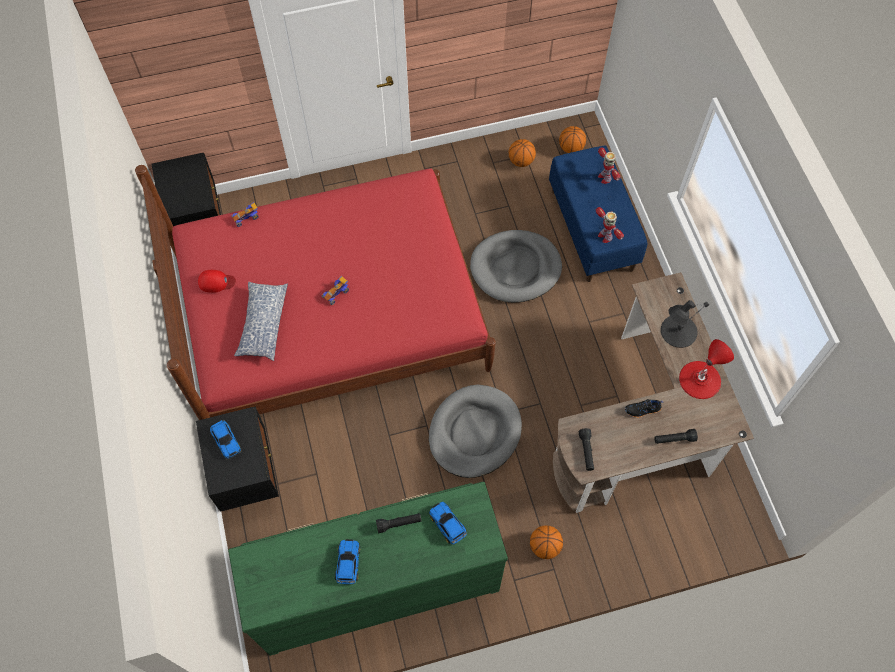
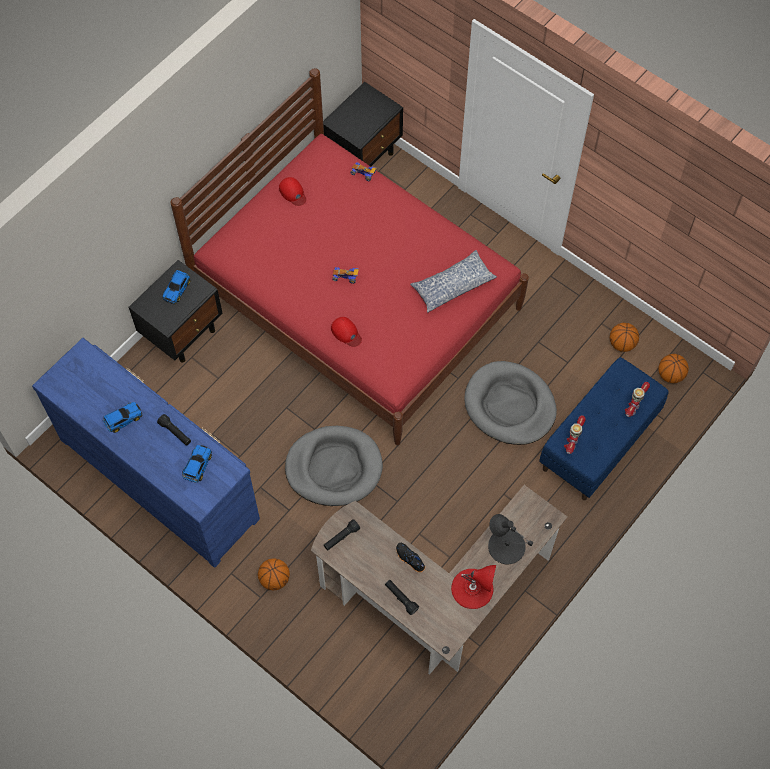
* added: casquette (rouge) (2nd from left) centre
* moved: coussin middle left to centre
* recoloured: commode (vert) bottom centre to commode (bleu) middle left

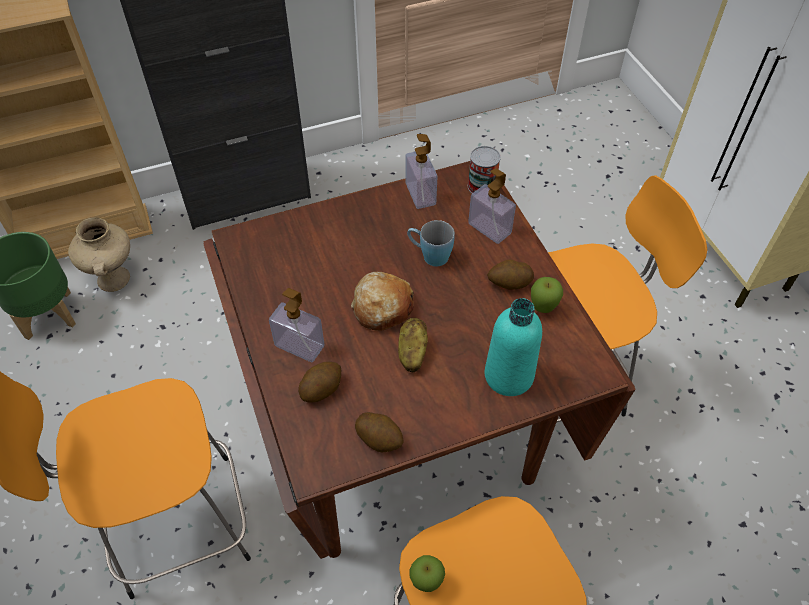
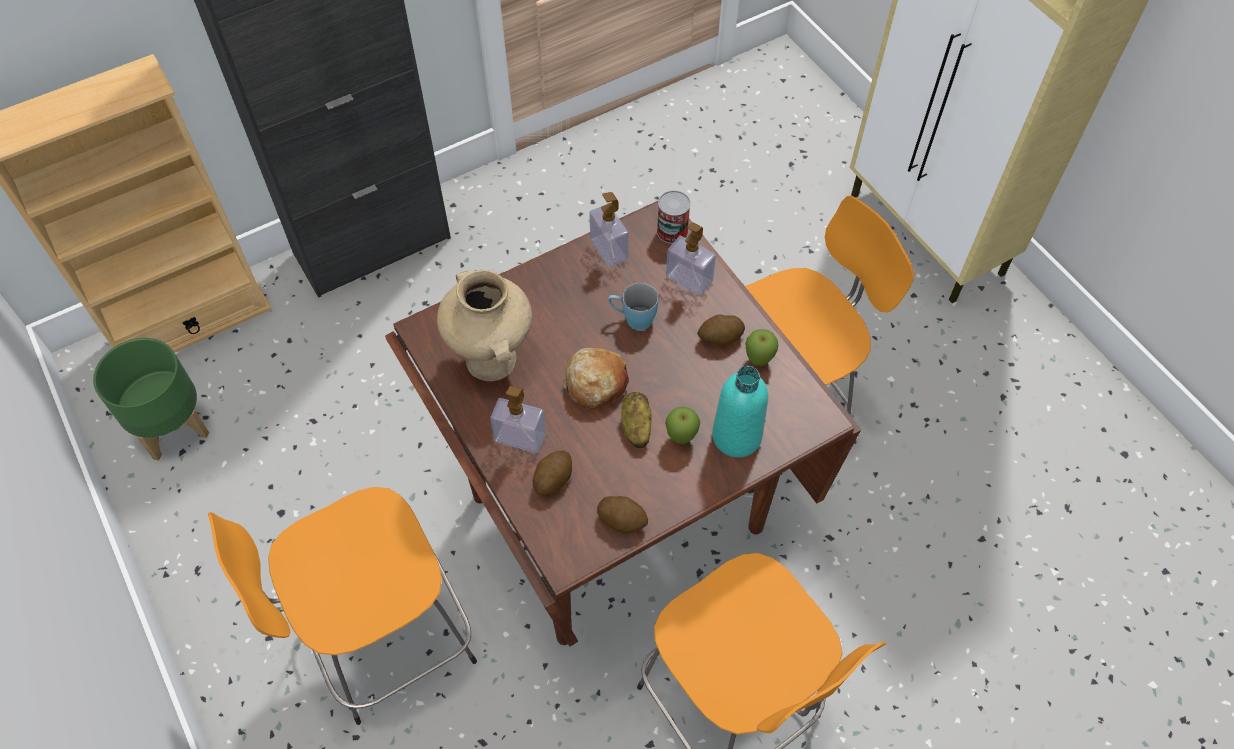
* moved: vase (beige) middle left to centre
* moved: pomme (1st from left) bottom centre to centre

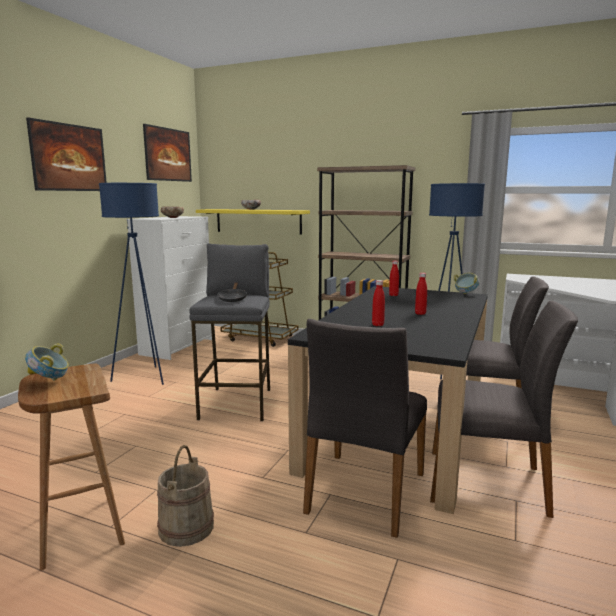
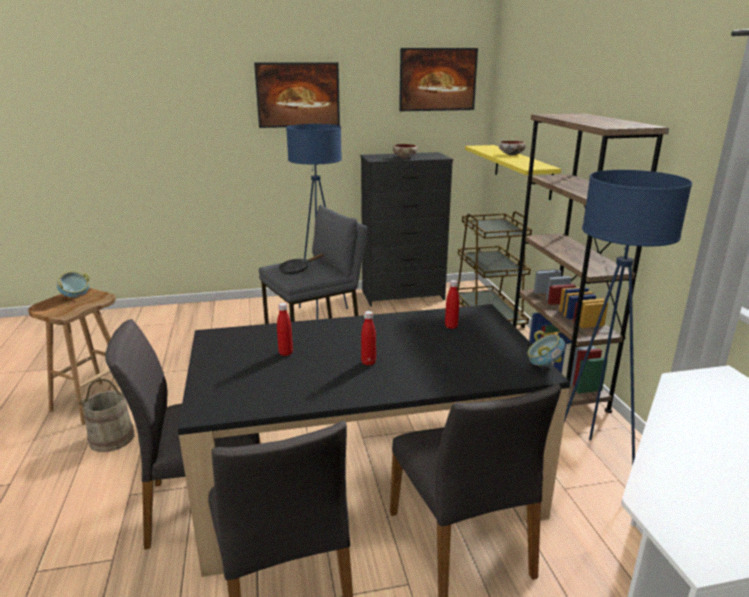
* recoloured: commode (blanc) middle left to commode (noir) centre

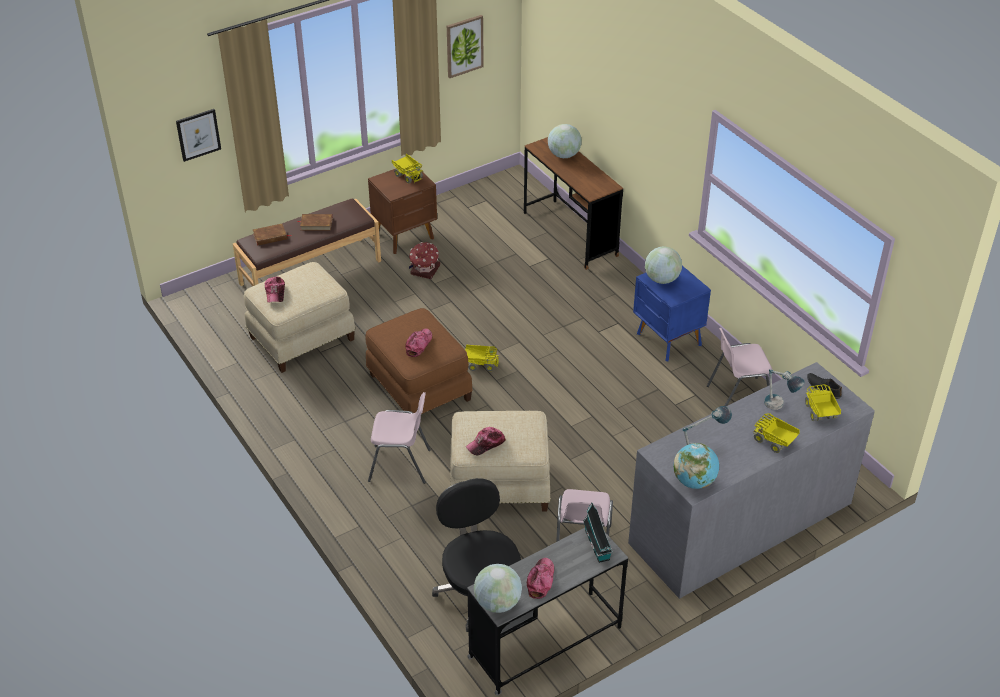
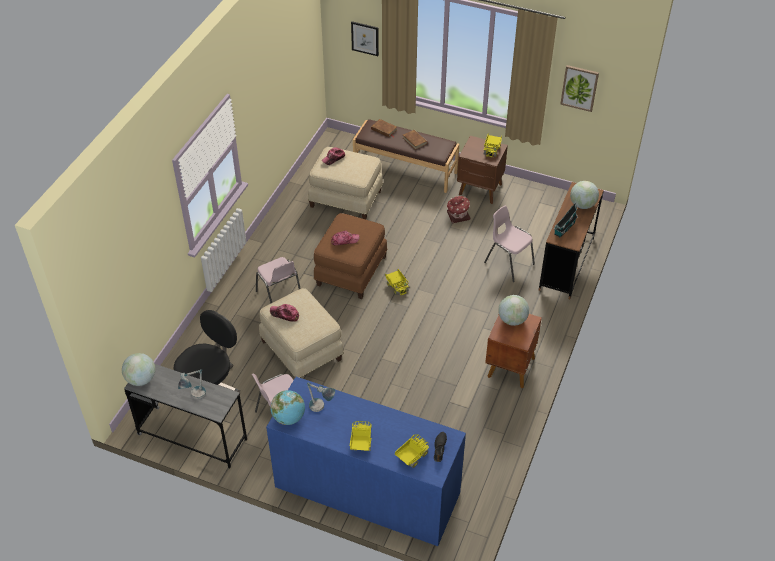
* removed: casquette (4th from left) bottom centre
* moved: maison miniature (2nd from left) bottom centre to middle right
* moved: chaise (rose) (3rd from left) middle right to centre
* moved: lampe de table (2nd from left in the first image) middle right to lampe de table (1st from left) bottom left
* recoloured: commode (gris) bottom right to commode (bleu) bottom centre
* recoloured: table de chevet (bleu) middle right to table de chevet (marron) (2nd from left) centre

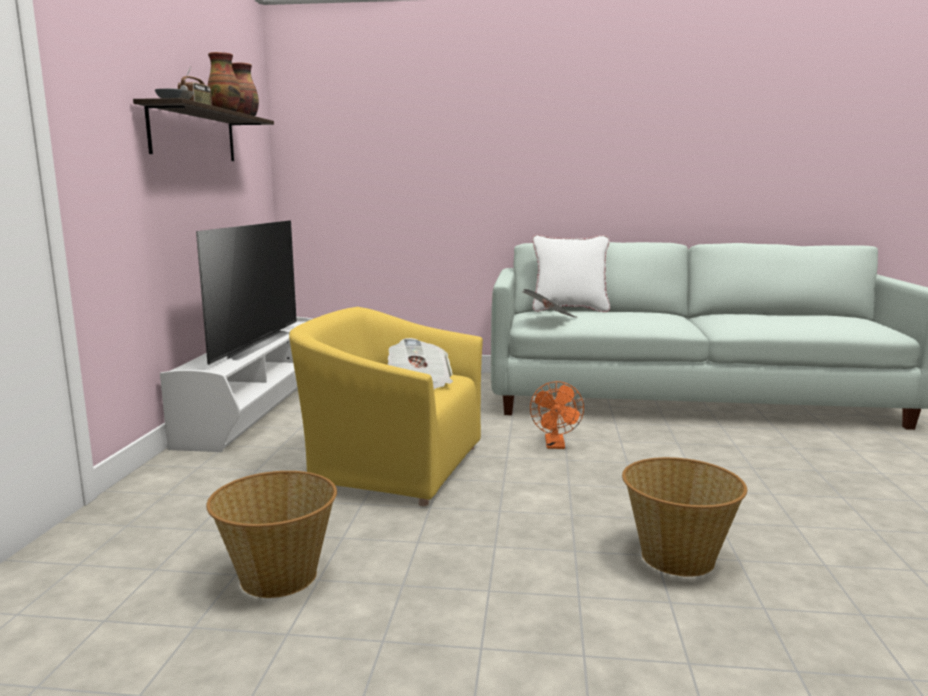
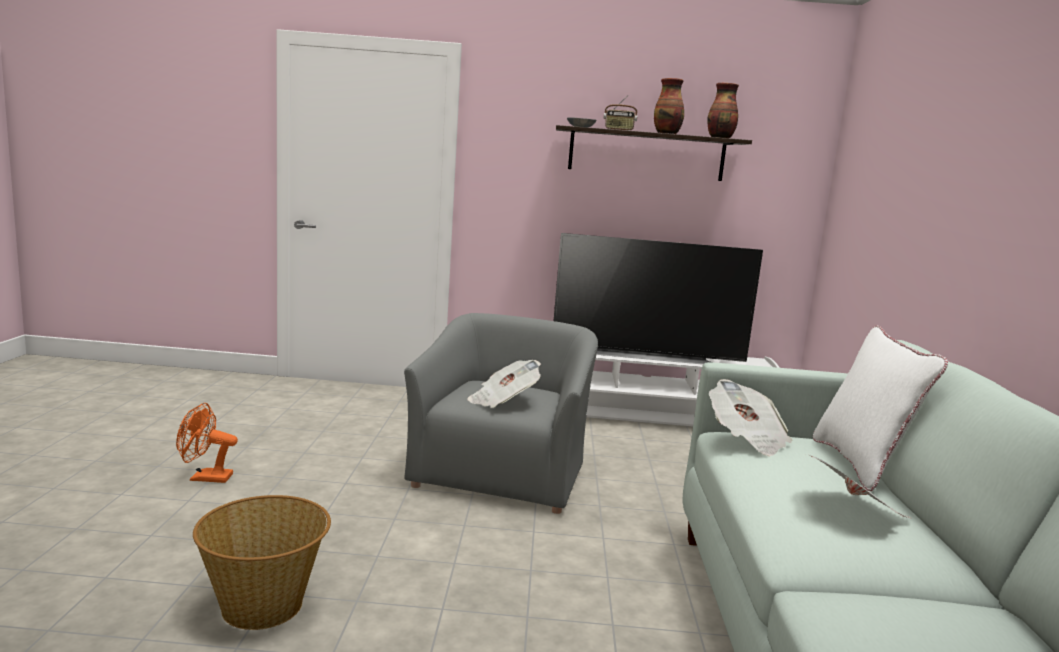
* removed: panier (1st from left) bottom left
* added: journal (3rd from left) bottom right
* moved: ventilateur (orange) centre to bottom left
* recoloured: fauteuil (jaune) centre to fauteuil (gris) centre

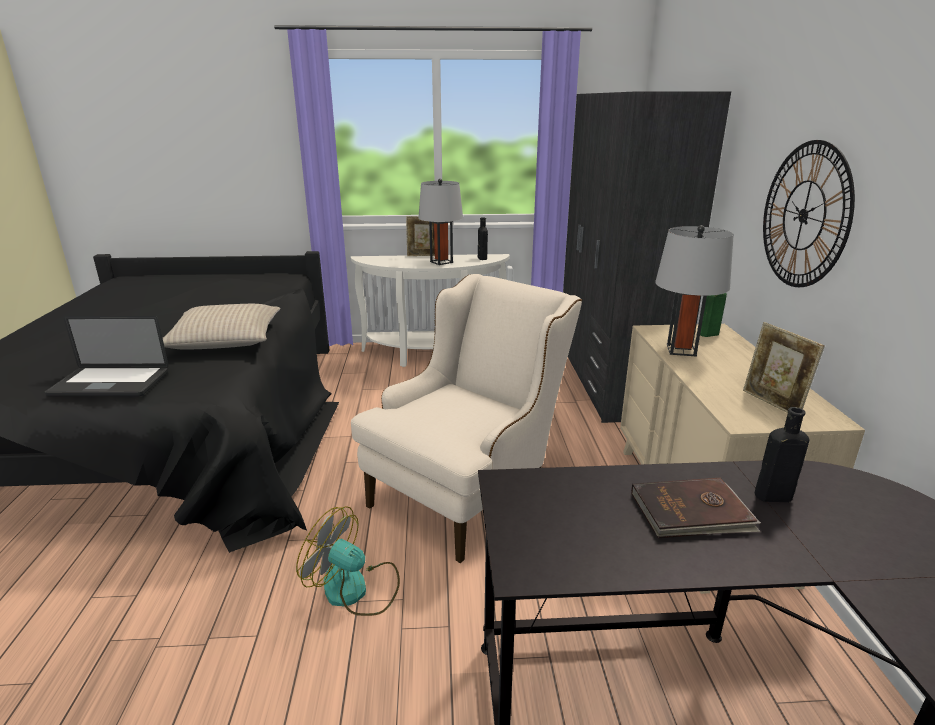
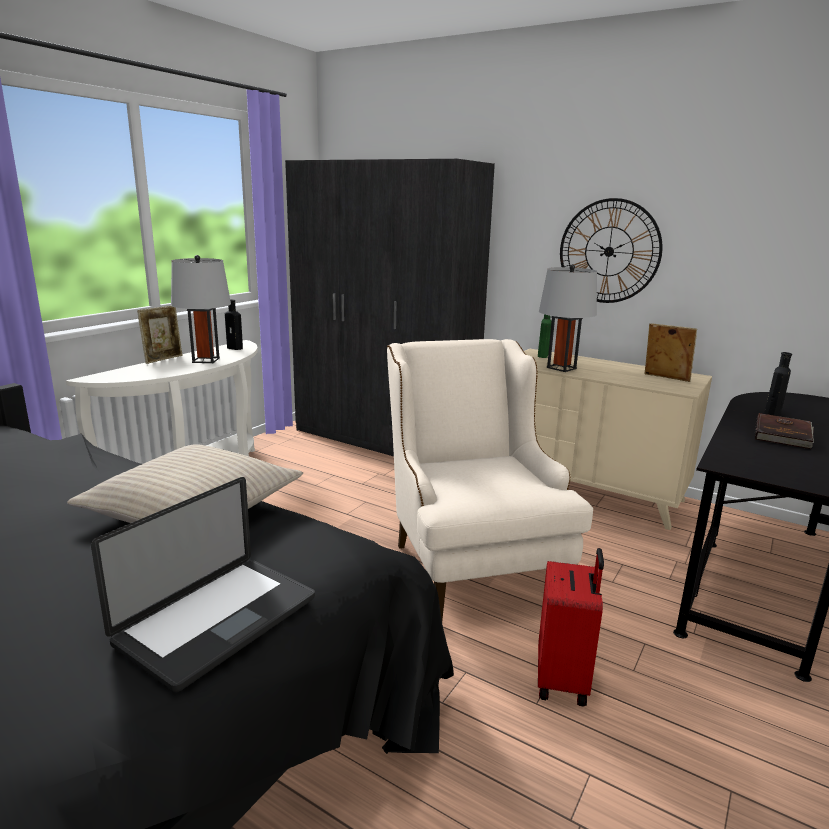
* replaced: ventilateur bottom centre to valise (rouge) bottom right
* turned: cadre photo (2nd from left) middle right = middle right 150 degrees counterclockwise

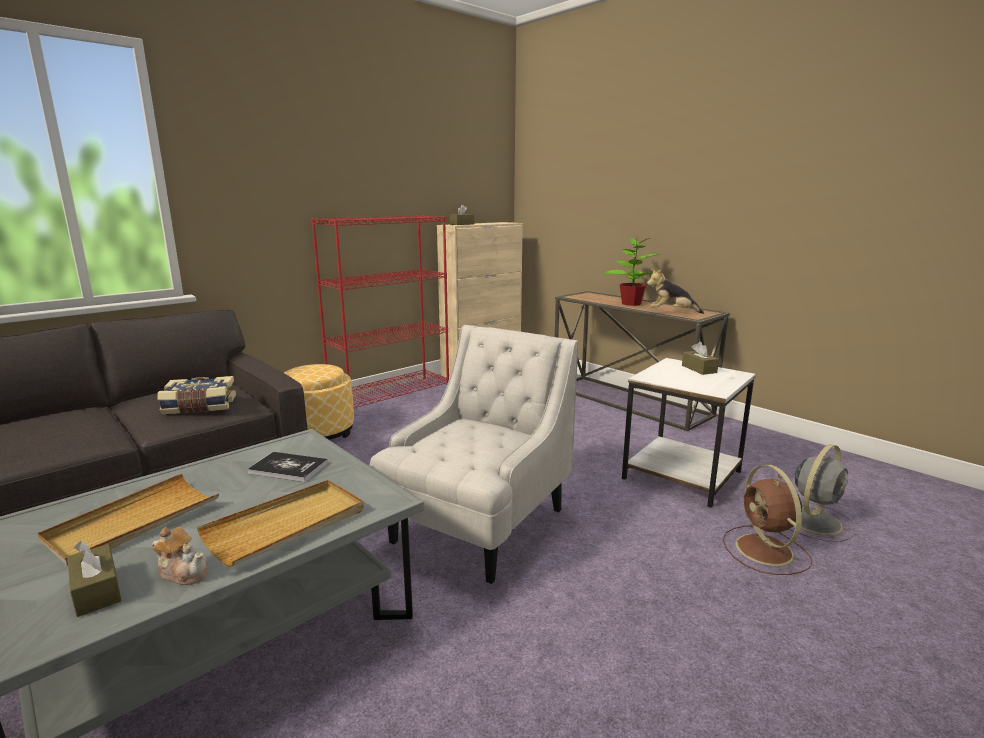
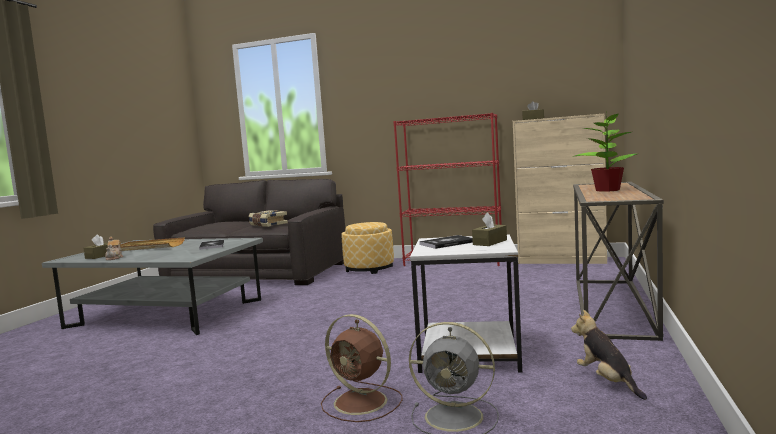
* removed: plateau (beige) (2nd from left) bottom left
* removed: fauteuil (blanc) centre
* added: livre (3rd from left) centre
* moved: peluche middle right to bottom right
* turned: ventilateur (marron) bottom right = bottom centre 105 degrees counterclockwise

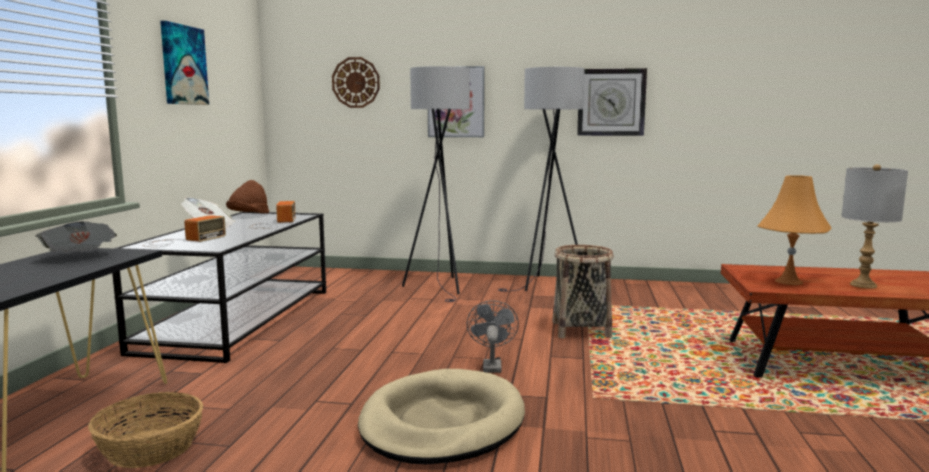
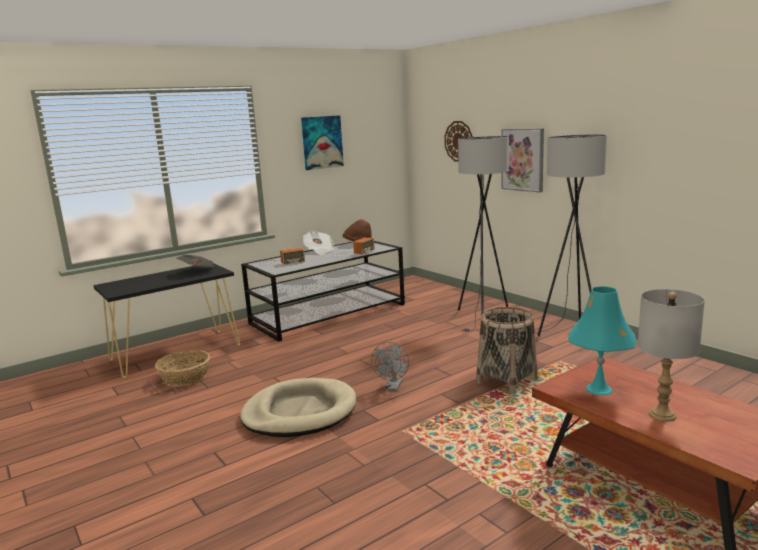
* removed: horloge murale (2nd from left) top centre
* recoloured: lampe de table (orange) middle right to lampe de table (turquoise) middle right
* turned: ventilateur (gris) bottom centre = centre 150 degrees clockwise

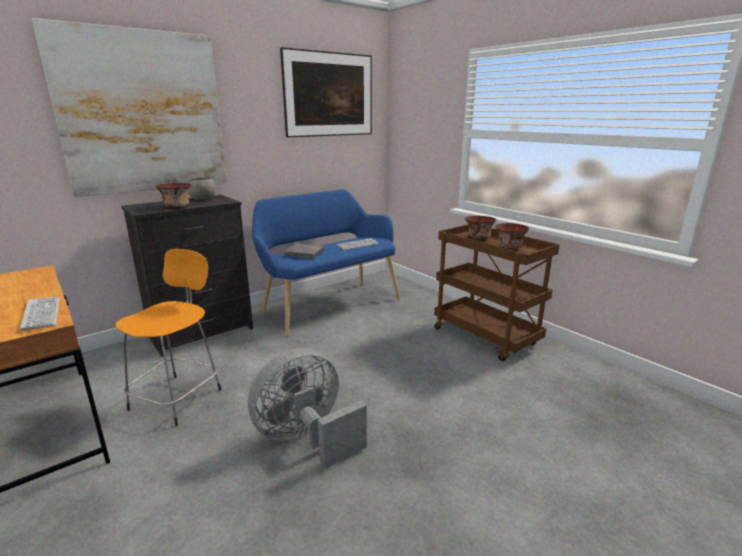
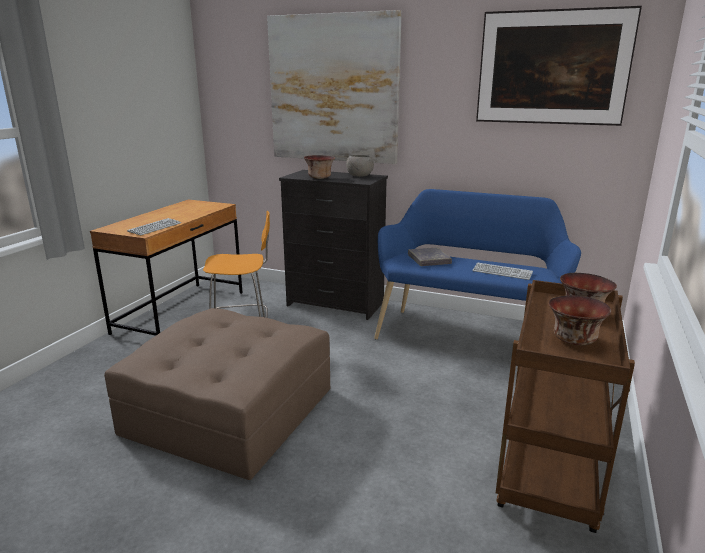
* replaced: ventilateur (gris) bottom centre to pouf (marron) bottom left

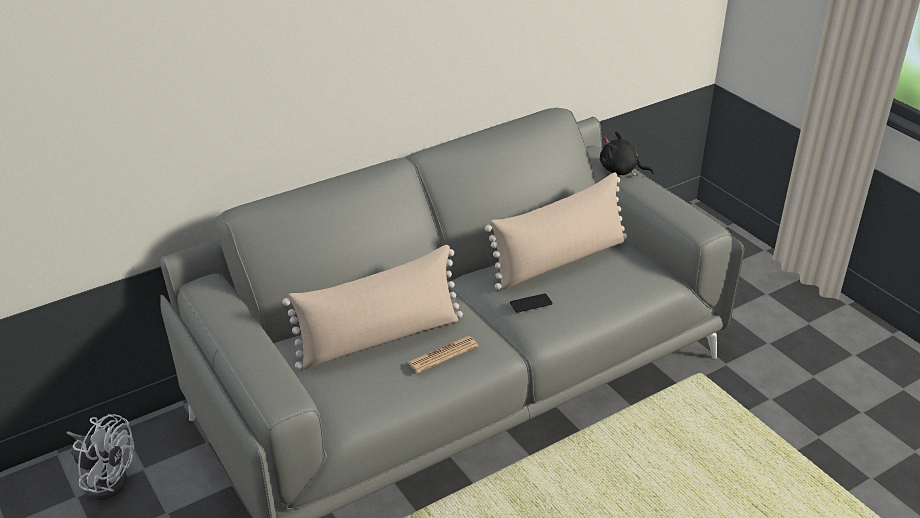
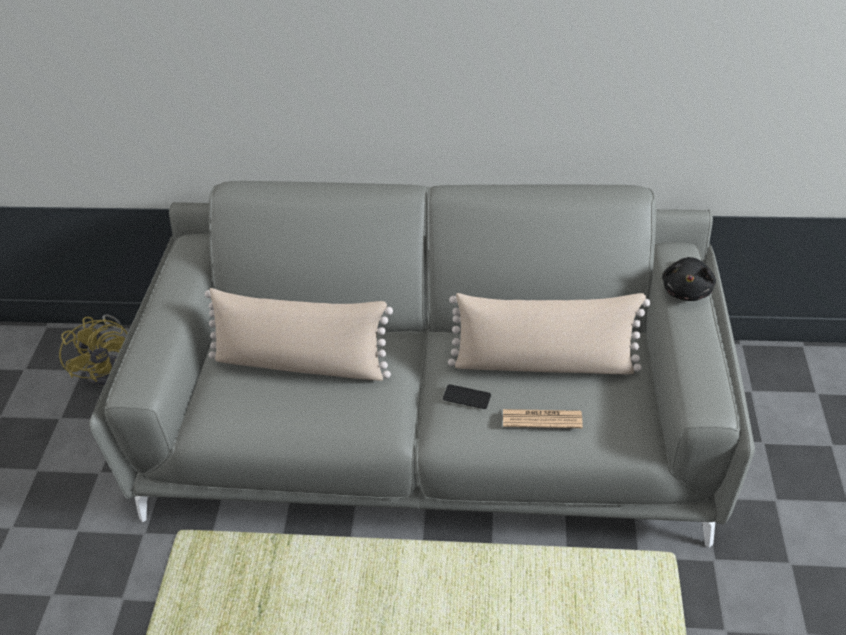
* moved: journal bottom centre to centre
* recoloured: ventilateur (blanc) bottom left to ventilateur (jaune) middle left
* turned: peluche (noir) top right = middle right 135 degrees counterclockwise

